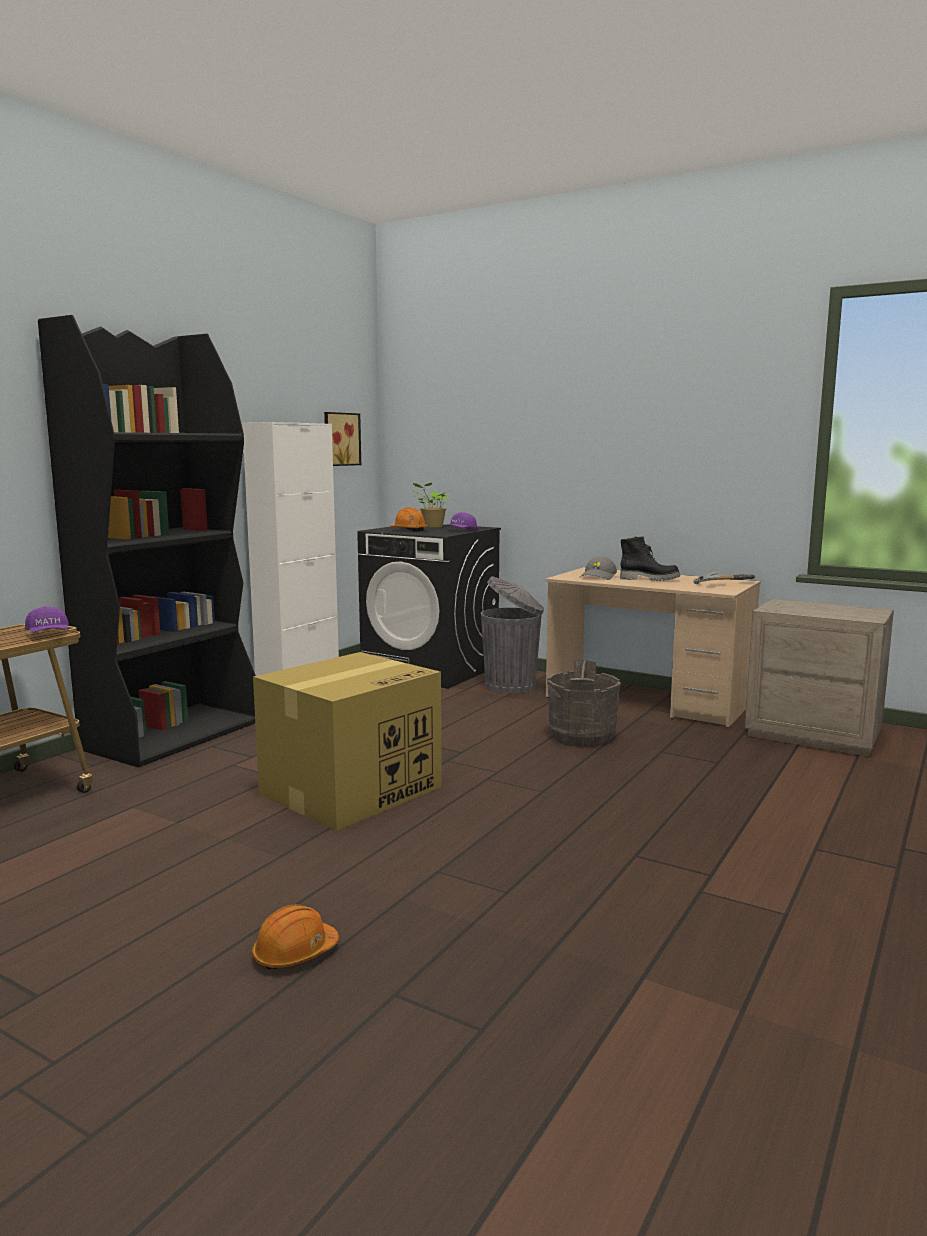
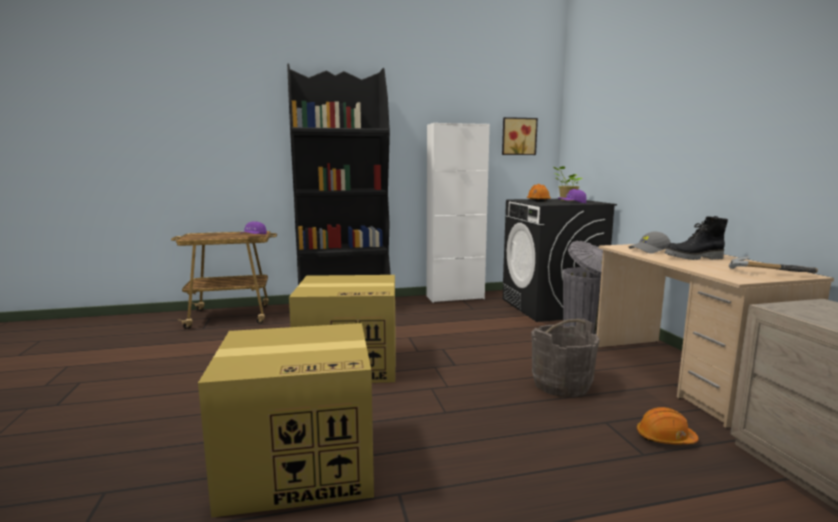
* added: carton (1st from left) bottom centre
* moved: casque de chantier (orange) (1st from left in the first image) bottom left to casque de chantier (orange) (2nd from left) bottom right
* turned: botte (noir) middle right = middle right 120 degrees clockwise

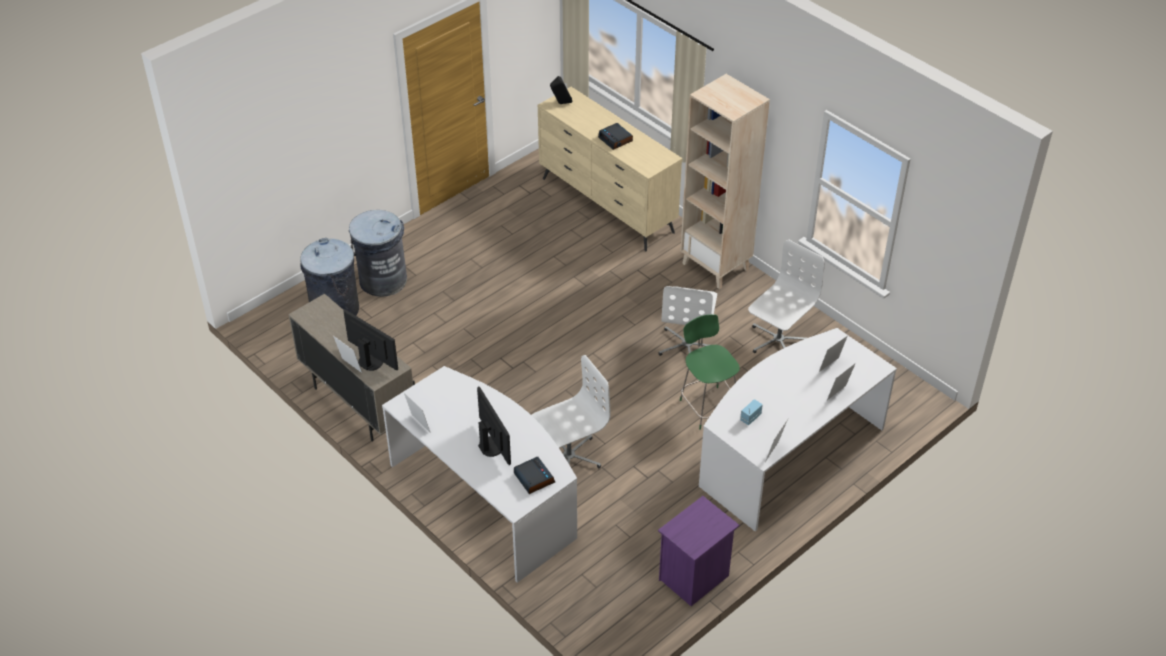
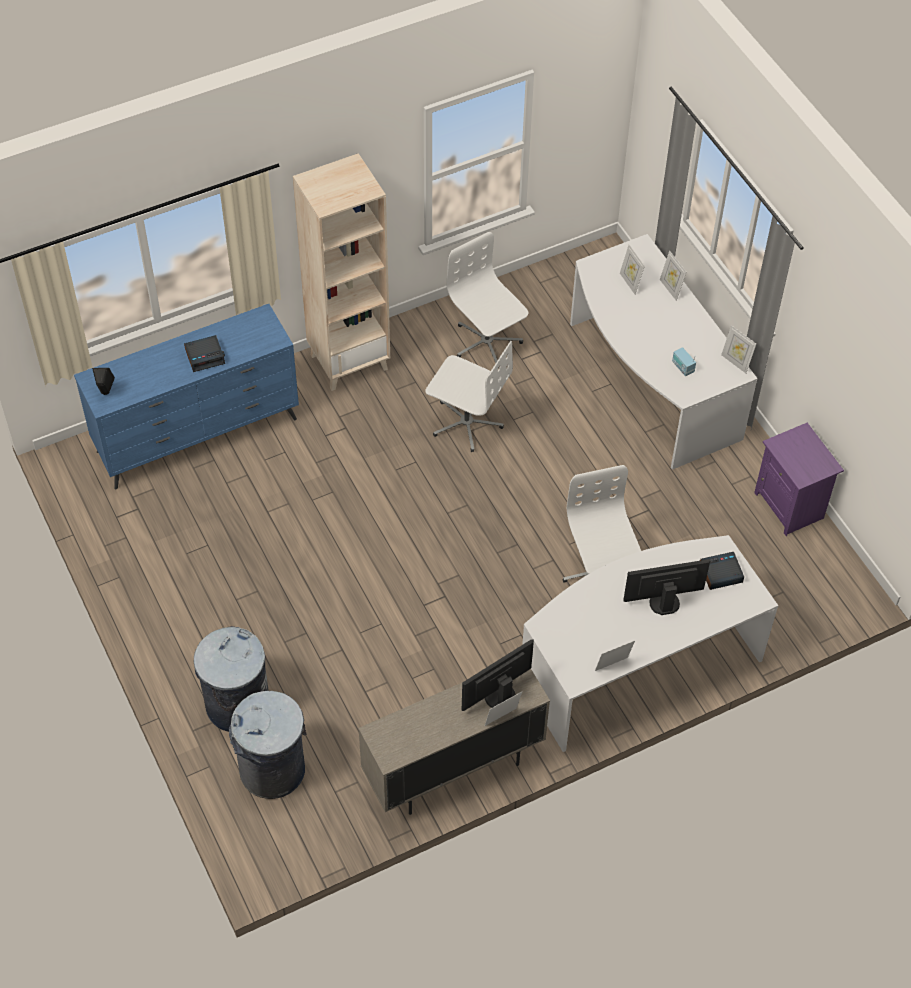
* removed: tabouret (vert) centre
* recoloured: commode (beige) top centre to commode (bleu) middle left

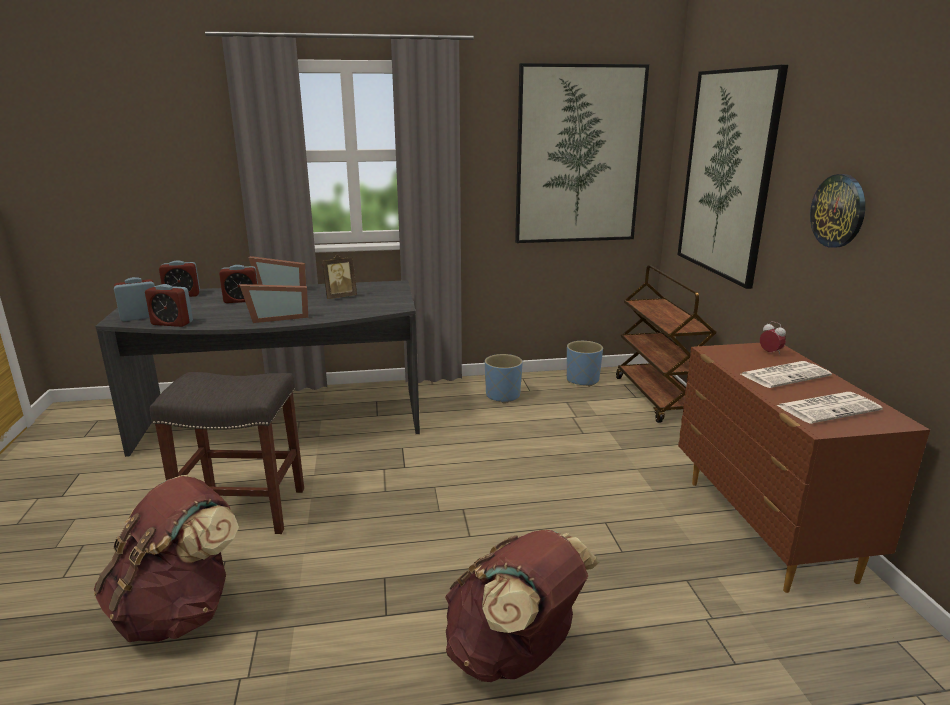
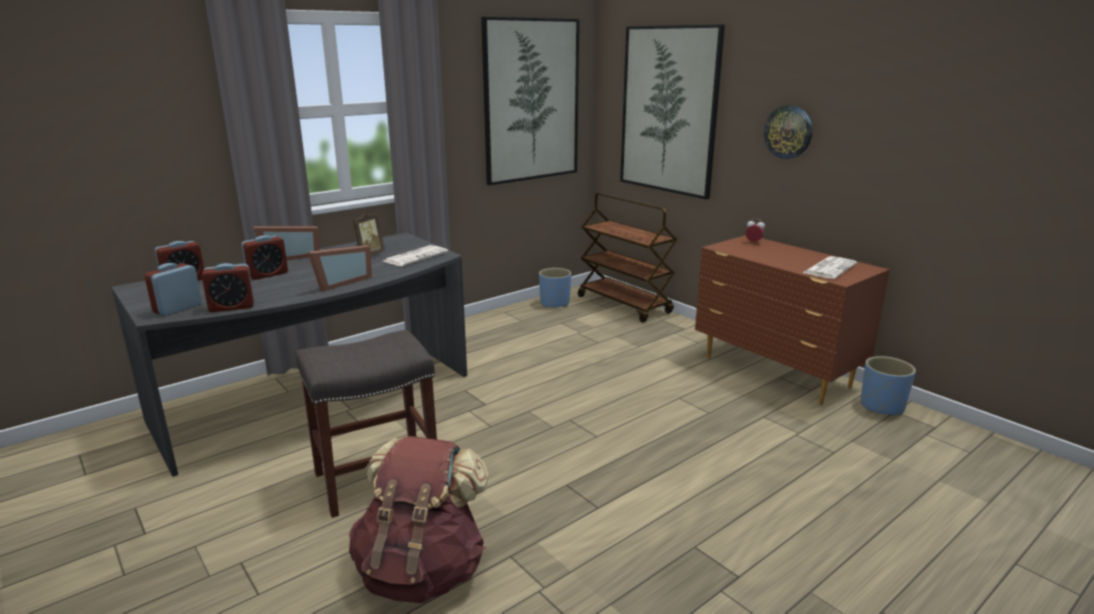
* removed: sac à dos (marron) (2nd from left) bottom centre
* moved: cache-pot (bleu) (1st from left in the first image) centre to cache-pot (bleu) (2nd from left) middle right
* moved: journal (1st from left) middle right to centre

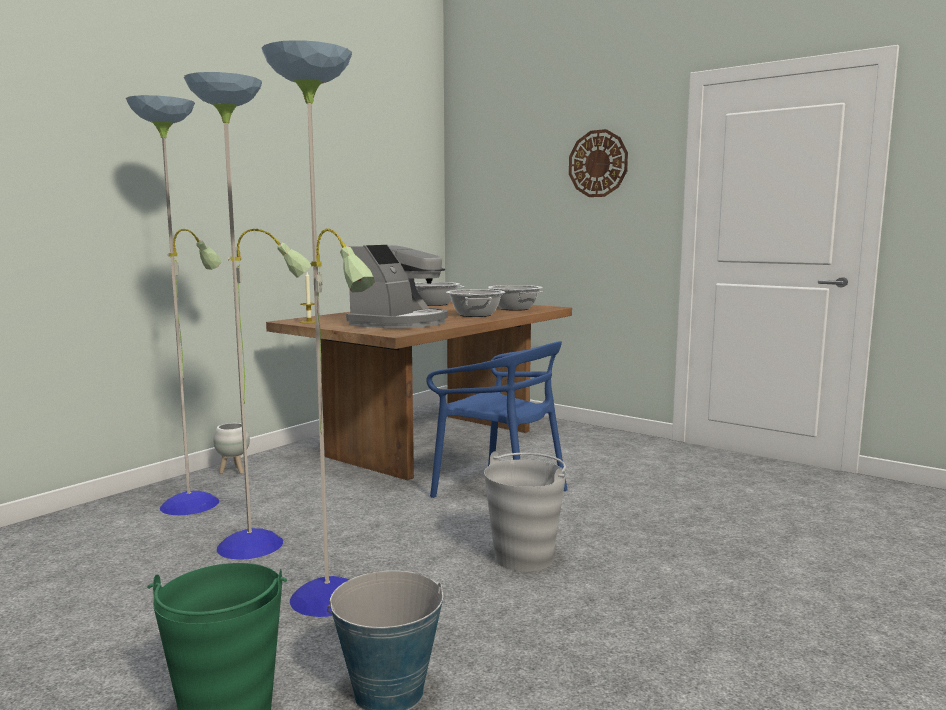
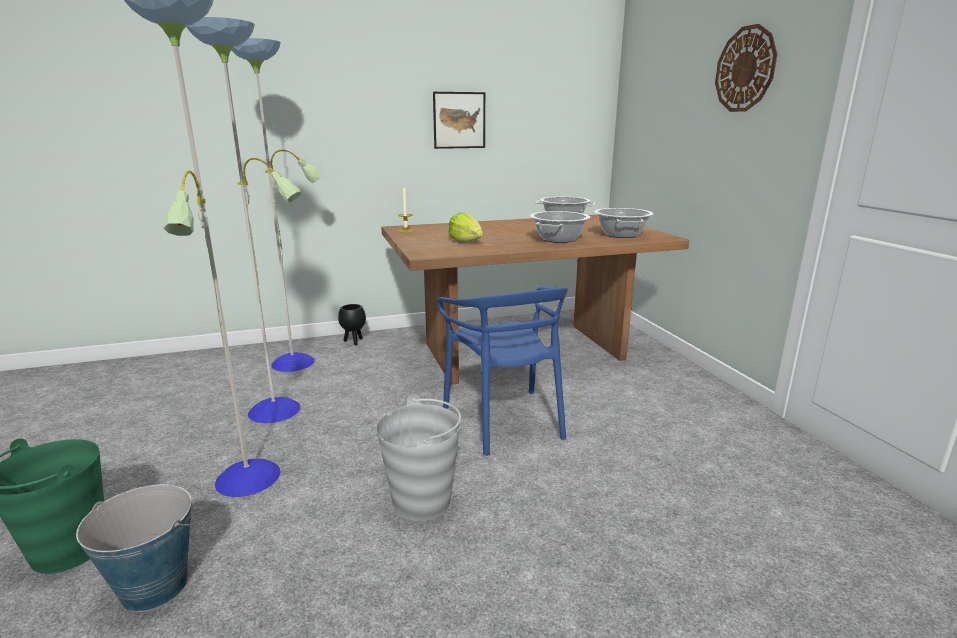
* added: tableau top centre
* replaced: machine à café centre to laitue centre
* recoloured: cache-pot (blanc) middle left to cache-pot (noir) centre

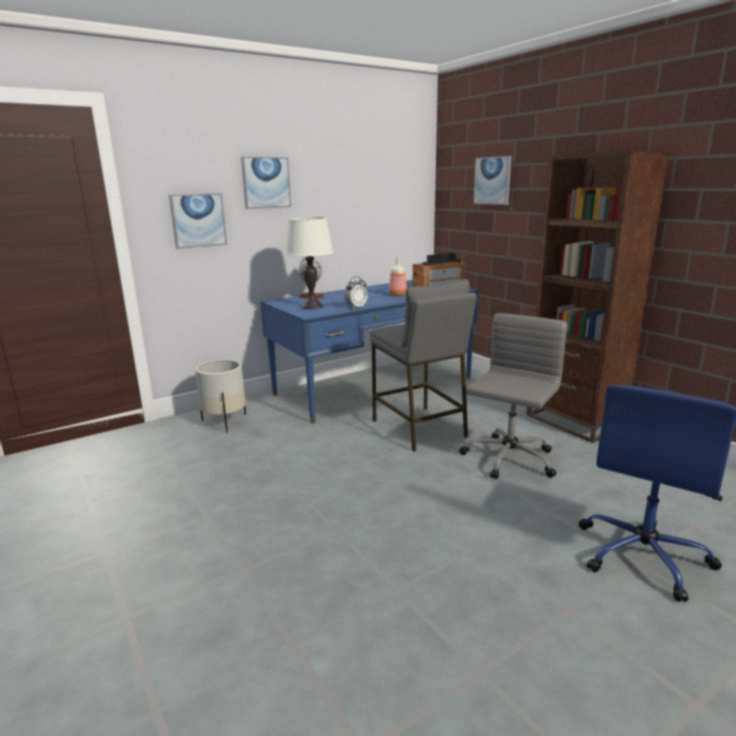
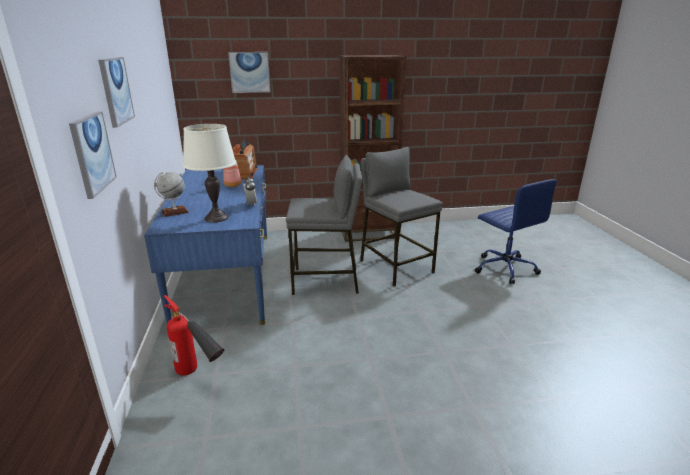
* replaced: cache-pot (blanc) middle left to extincteur bottom left
* replaced: chaise de bureau (gris) middle right to tabouret (gris) (2nd from left) centre

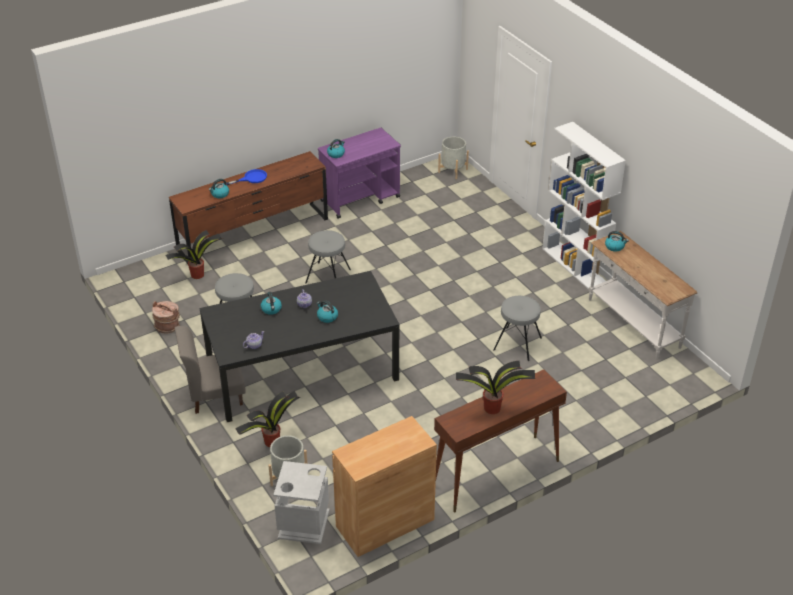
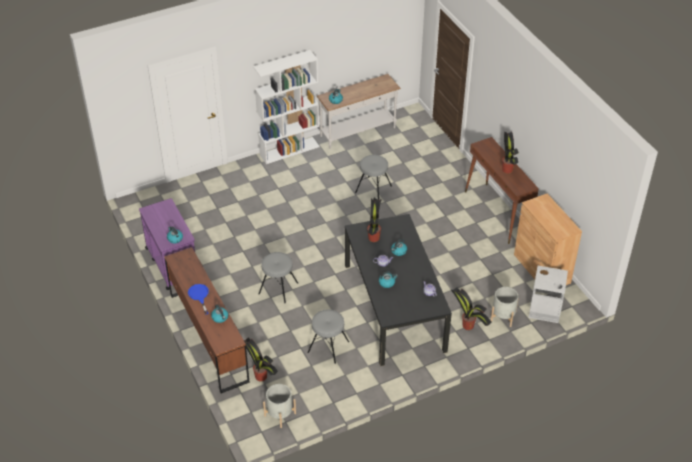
* removed: seau (marron) middle left
* removed: chaise (gris) middle left
* added: plante en pot (2nd from left) centre
* moved: cache-pot (gris) (2nd from left in the first image) top centre to cache-pot (gris) (1st from left) bottom centre

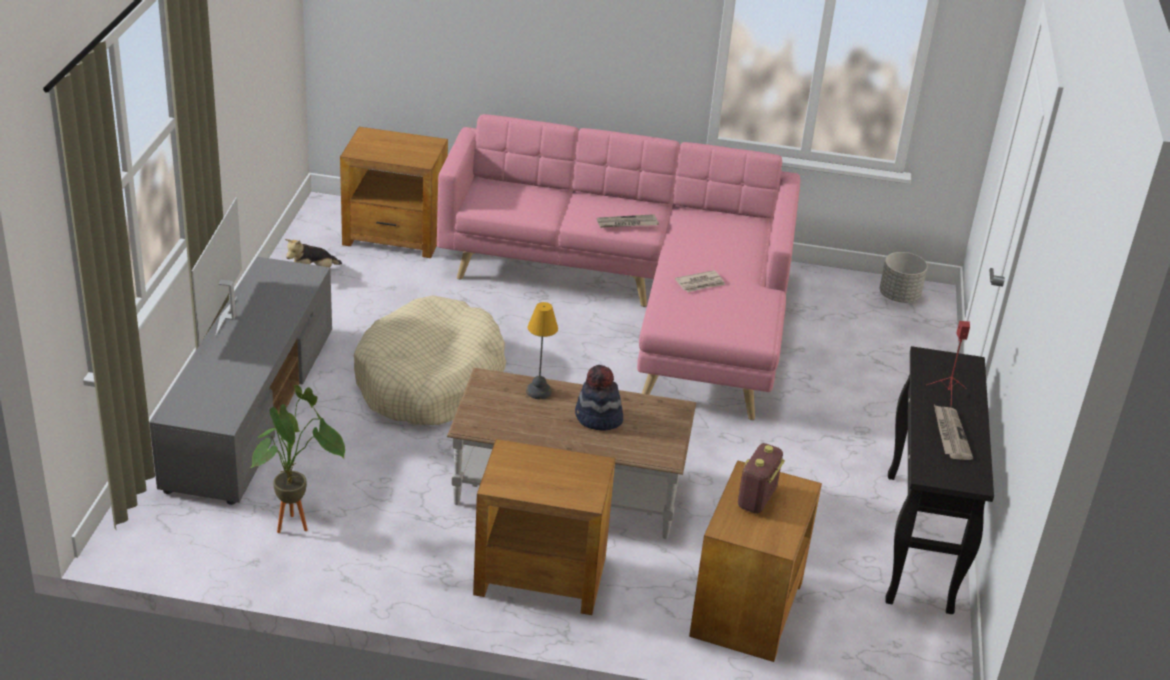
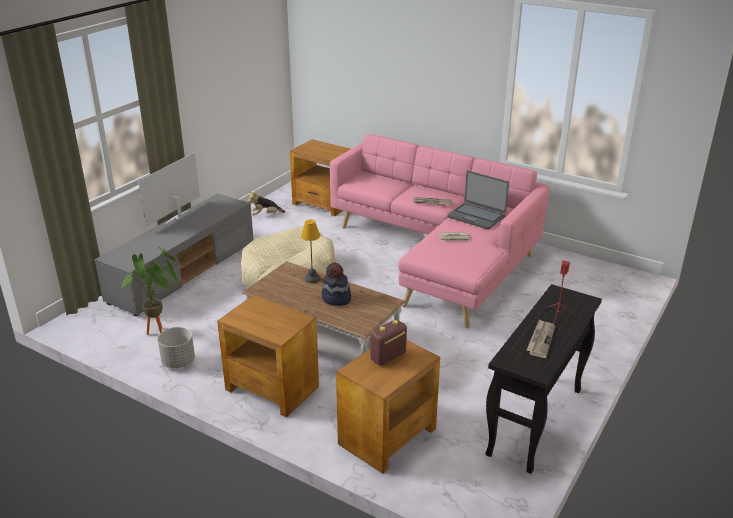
* added: ordinateur portable centre
* moved: cache-pot (gris) middle right to bottom left

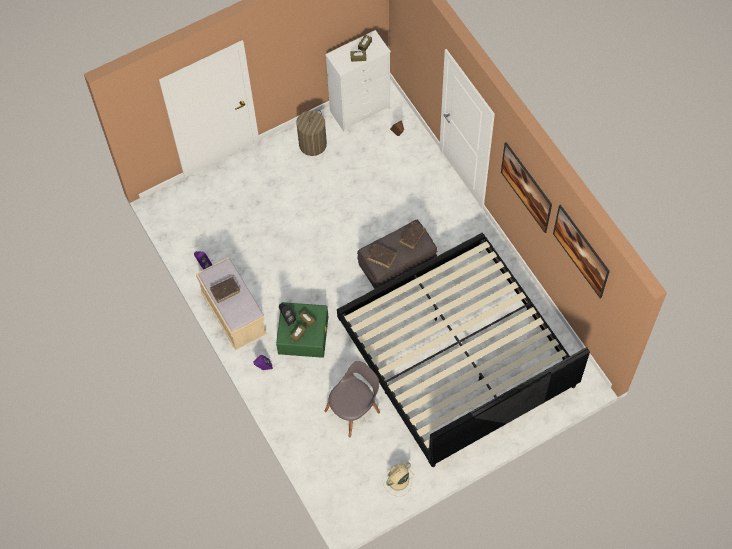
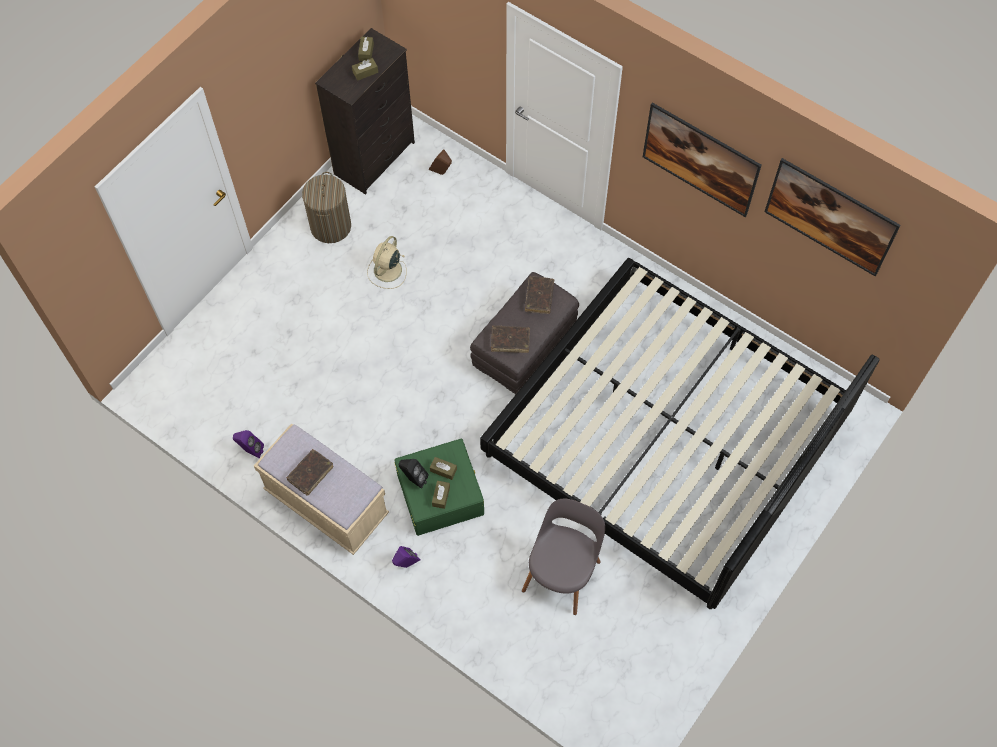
* moved: ventilateur (beige) bottom centre to centre
* recoloured: commode (blanc) top centre to commode (noir) top centre

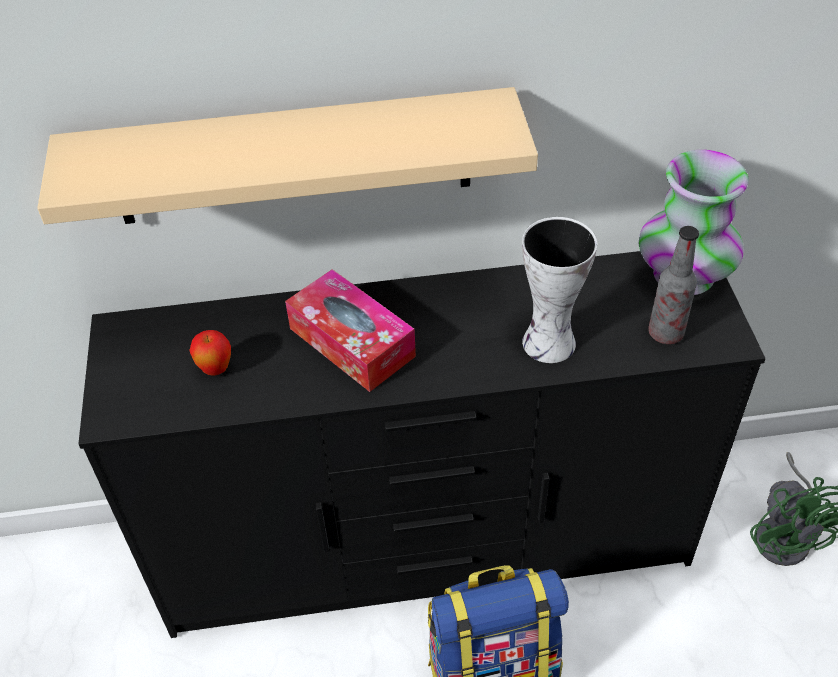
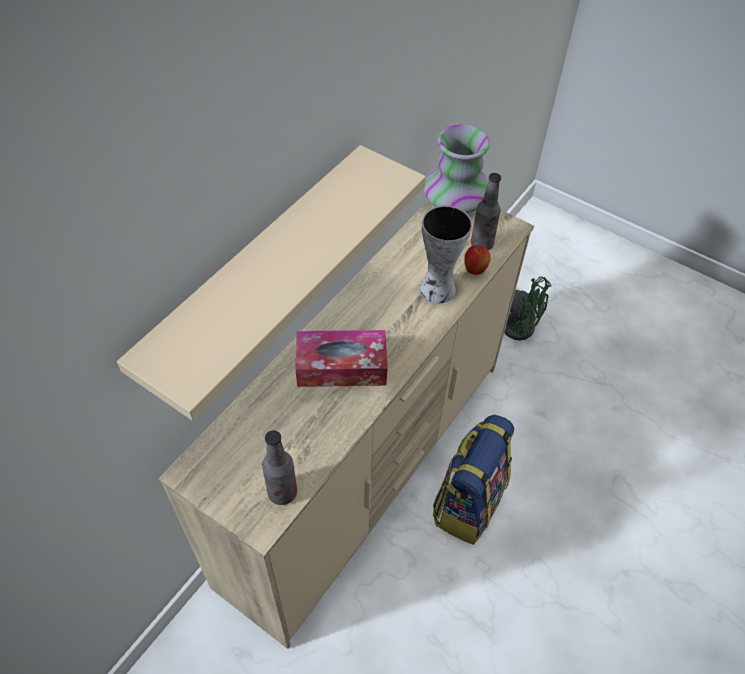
* added: bouteille (1st from left) bottom centre
* moved: pomme middle left to centre
* recoloured: commode (noir) centre to commode (beige) centre

